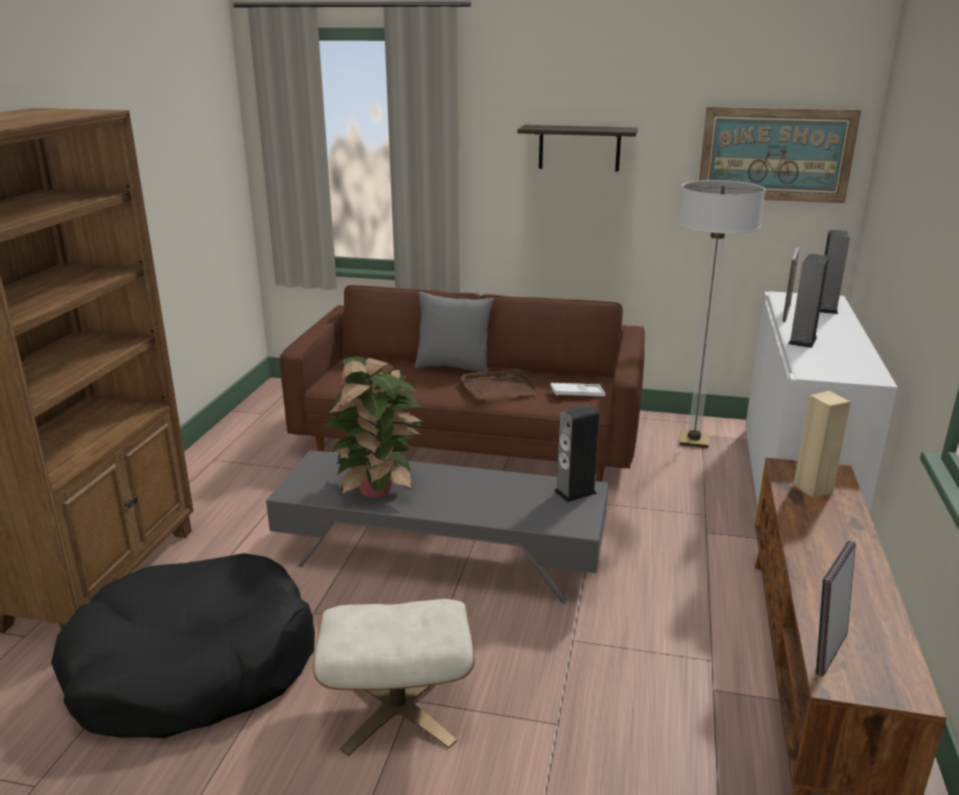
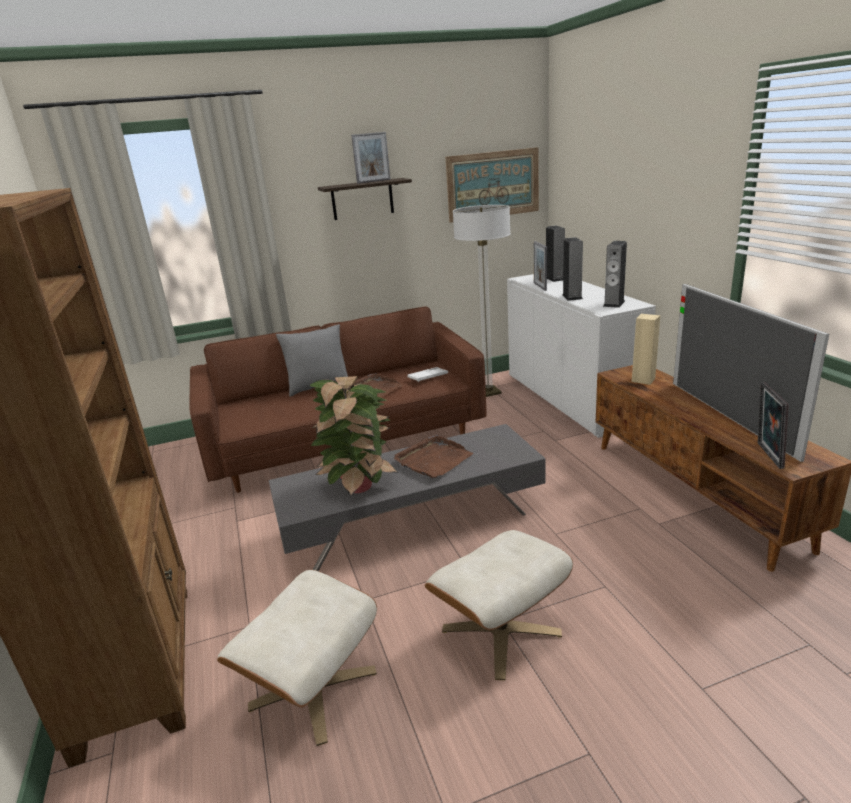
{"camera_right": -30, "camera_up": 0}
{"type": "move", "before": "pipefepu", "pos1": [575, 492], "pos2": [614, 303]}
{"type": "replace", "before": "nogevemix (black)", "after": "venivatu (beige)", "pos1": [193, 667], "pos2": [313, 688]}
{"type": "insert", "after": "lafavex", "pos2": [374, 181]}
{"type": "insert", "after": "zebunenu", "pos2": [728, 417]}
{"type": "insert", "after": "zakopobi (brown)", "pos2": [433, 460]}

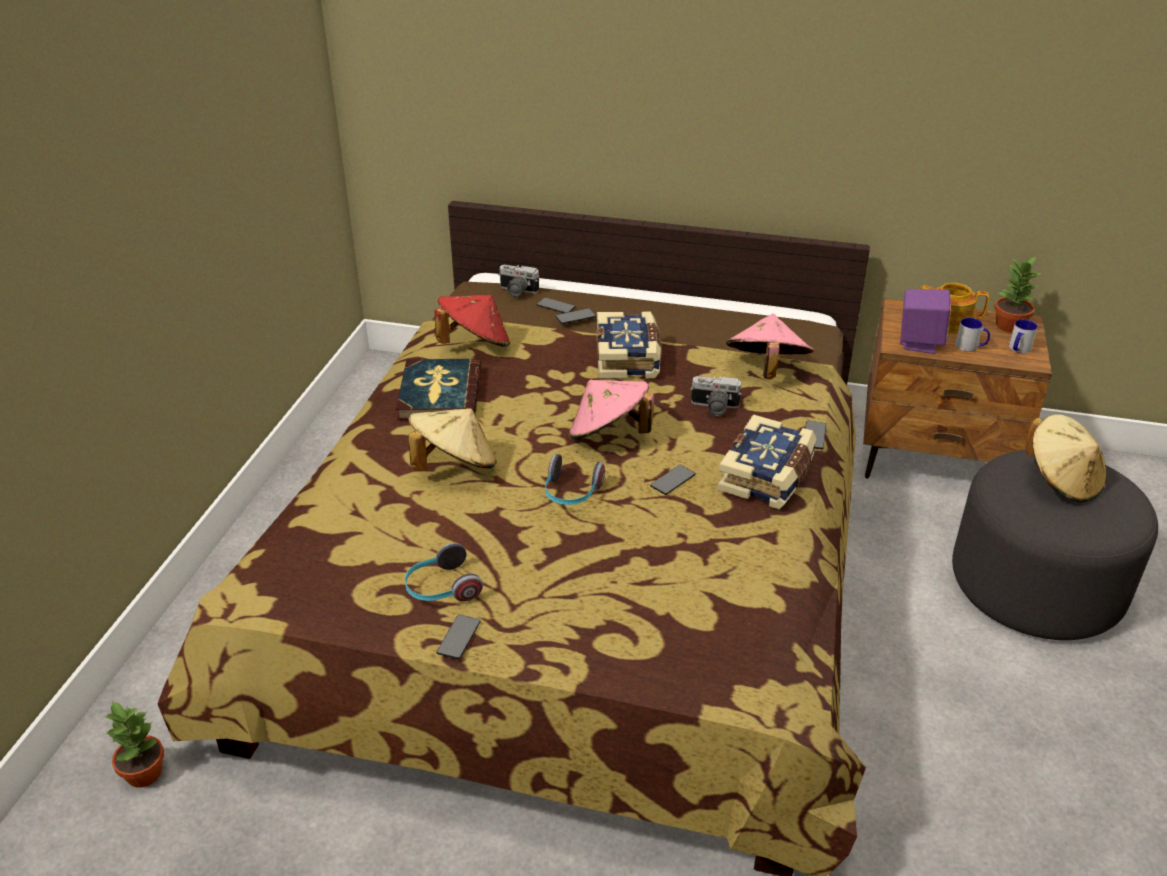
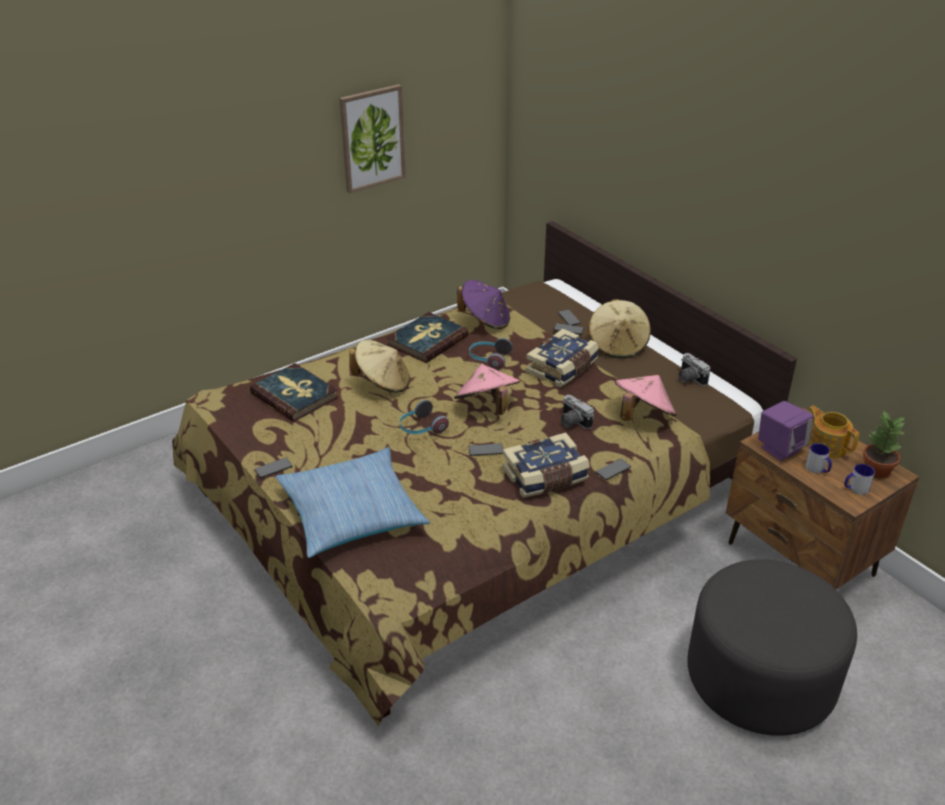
{"camera_right": 40, "camera_up": 0}
{"type": "move", "before": "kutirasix", "pos1": [516, 292], "pos2": [689, 378]}
{"type": "recolor", "before": "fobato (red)", "after": "fobato (purple)", "pos1": [475, 344], "pos2": [485, 320]}
{"type": "move", "before": "fobato (beige)", "pos1": [1061, 480], "pos2": [618, 345]}
{"type": "move", "before": "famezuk", "pos1": [441, 589], "pos2": [489, 359]}
{"type": "delete", "before": "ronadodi", "pos1": [143, 773]}
{"type": "insert", "after": "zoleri", "pos2": [372, 138]}
{"type": "insert", "after": "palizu", "pos2": [295, 395]}
{"type": "insert", "after": "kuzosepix", "pos2": [352, 512]}

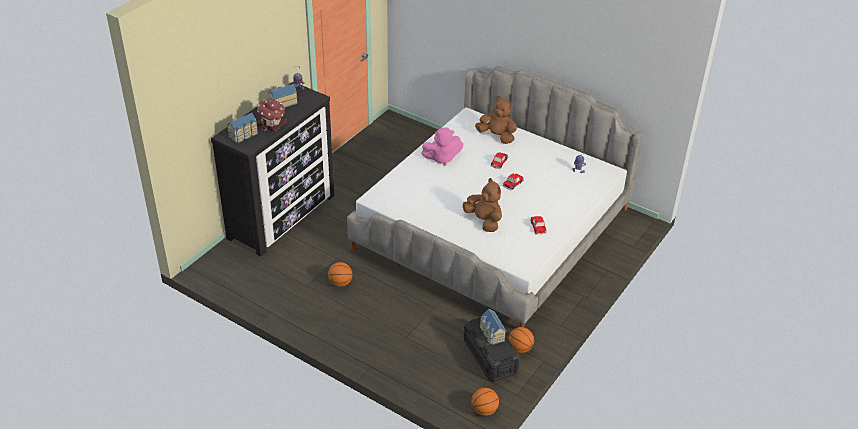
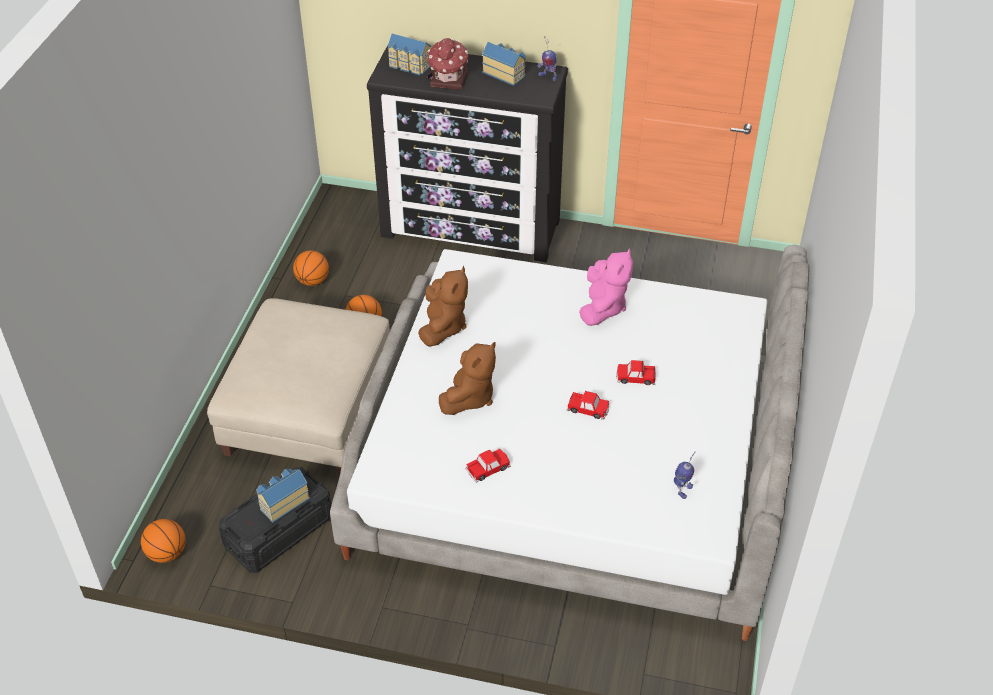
{"camera_right": 70, "camera_up": 5}
{"type": "move", "before": "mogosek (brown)", "pos1": [497, 136], "pos2": [443, 327]}
{"type": "rotate", "before": "mogosek (pink)", "pos1": [442, 158], "pos2": [603, 308], "turn": -135}
{"type": "move", "before": "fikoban", "pos1": [520, 348], "pos2": [312, 281]}
{"type": "insert", "after": "venivatu (beige)", "pos2": [309, 412]}

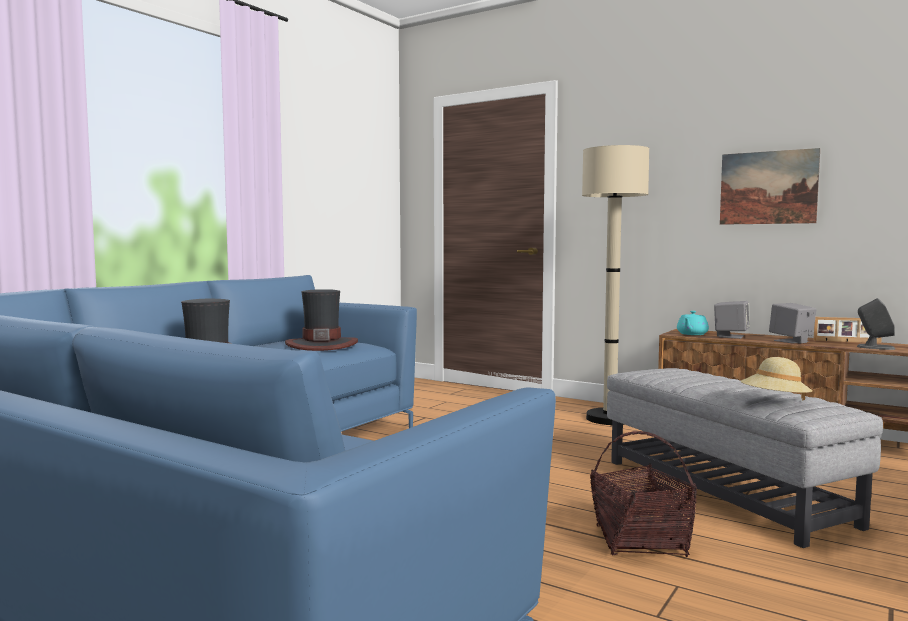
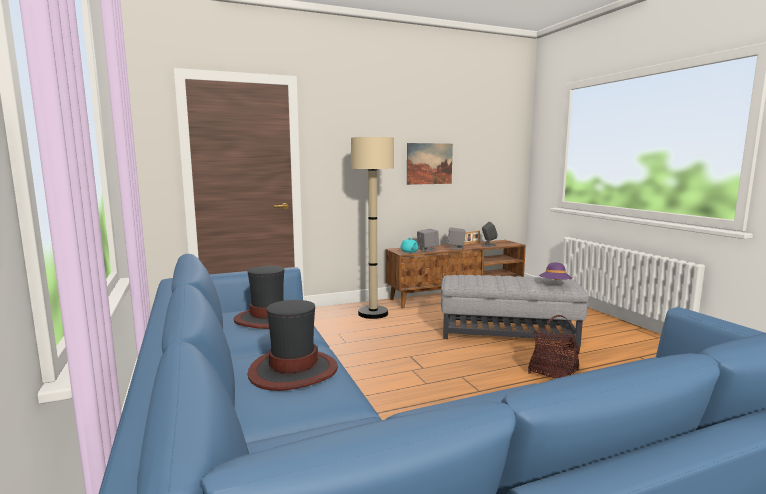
{"camera_right": -55, "camera_up": 5}
{"type": "recolor", "before": "fobato (beige)", "after": "fobato (purple)", "pos1": [775, 402], "pos2": [555, 284]}

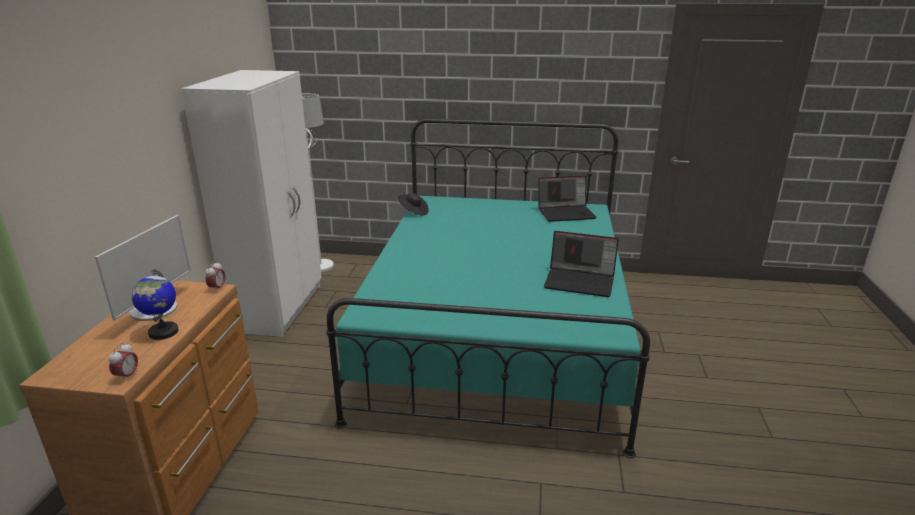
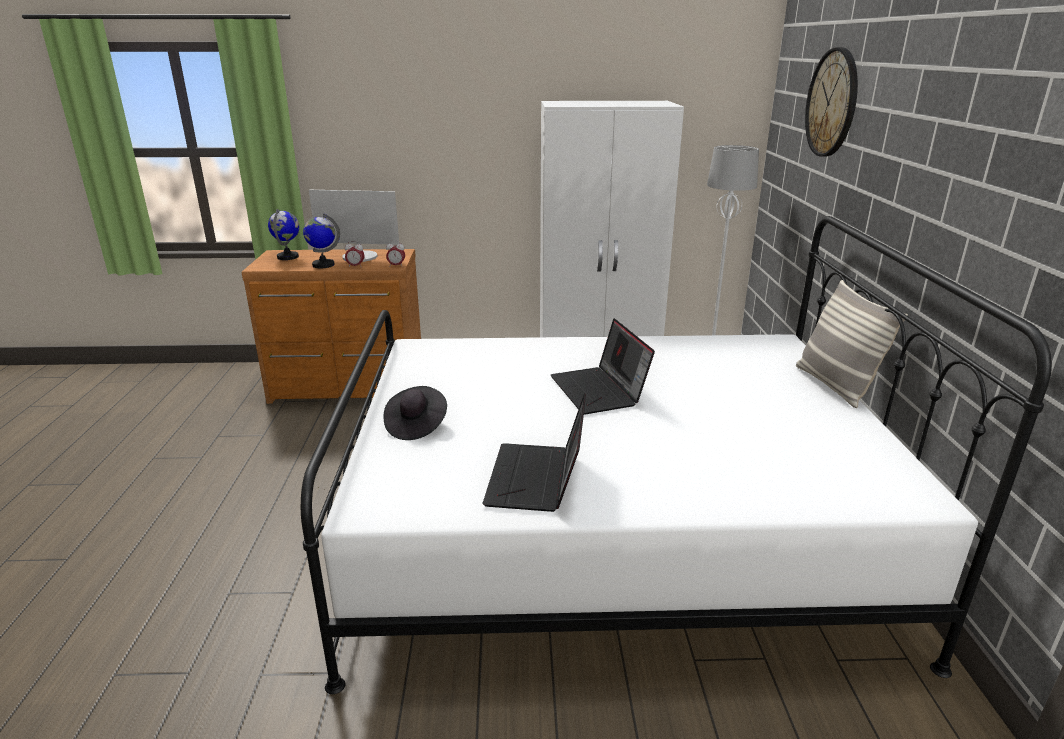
{"camera_right": 80, "camera_up": 0}
{"type": "recolor", "before": "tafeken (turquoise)", "after": "tafeken (white)", "pos1": [496, 334], "pos2": [610, 532]}
{"type": "move", "before": "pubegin", "pos1": [566, 213], "pos2": [600, 391]}
{"type": "move", "before": "fobato (black)", "pos1": [413, 212], "pos2": [416, 425]}
{"type": "move", "before": "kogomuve", "pos1": [127, 376], "pos2": [355, 266]}
{"type": "insert", "after": "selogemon", "pos2": [832, 103]}
{"type": "insert", "after": "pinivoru", "pos2": [288, 257]}
{"type": "insert", "after": "kuzosepix", "pos2": [835, 385]}

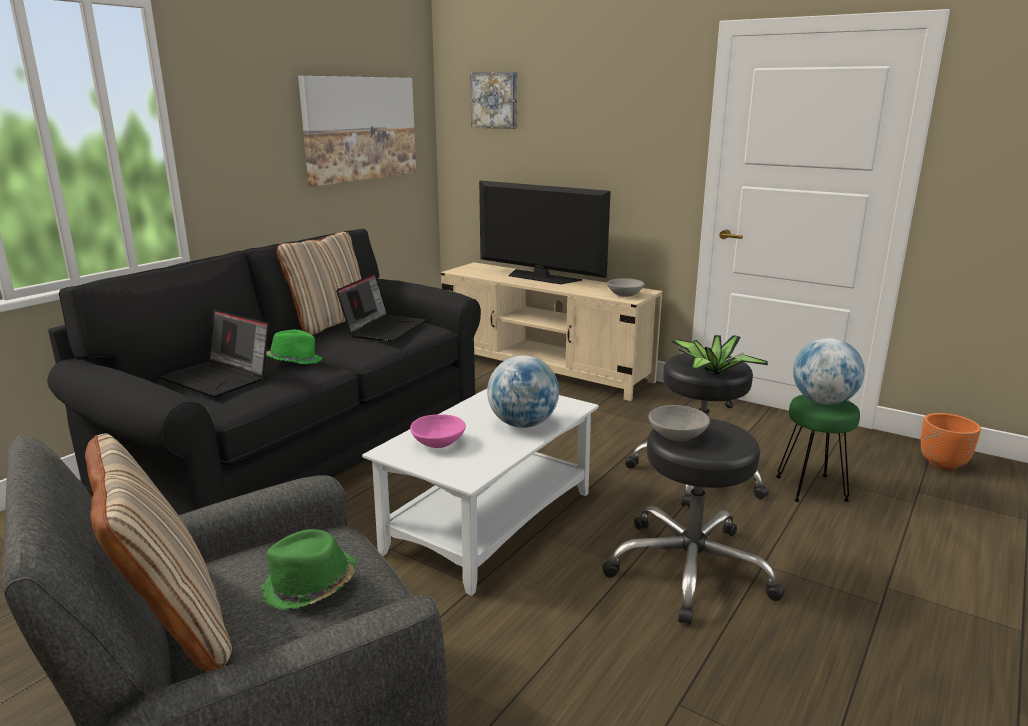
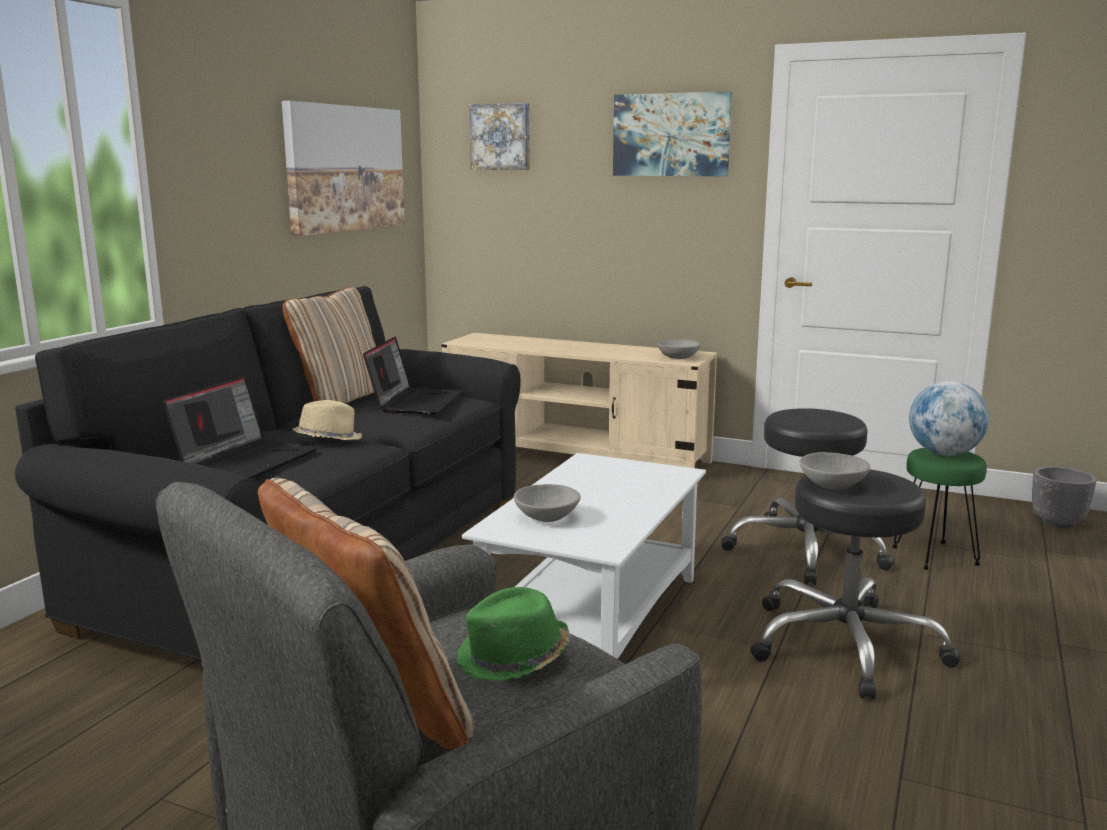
{"camera_right": -10, "camera_up": -5}
{"type": "delete", "before": "zebunenu", "pos1": [541, 277]}
{"type": "rotate", "before": "pubegin", "pos1": [220, 378], "pos2": [246, 461], "turn": -90}
{"type": "recolor", "before": "fobato (green)", "after": "fobato (beige)", "pos1": [294, 361], "pos2": [328, 439]}
{"type": "delete", "before": "ronadodi", "pos1": [712, 373]}
{"type": "delete", "before": "pinivoru", "pos1": [523, 424]}
{"type": "recolor", "before": "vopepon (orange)", "after": "vopepon (grey)", "pos1": [943, 464], "pos2": [1057, 522]}
{"type": "recolor", "before": "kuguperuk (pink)", "after": "kuguperuk (grey)", "pos1": [438, 443], "pos2": [547, 517]}
{"type": "insert", "after": "zoleri", "pos2": [671, 135]}

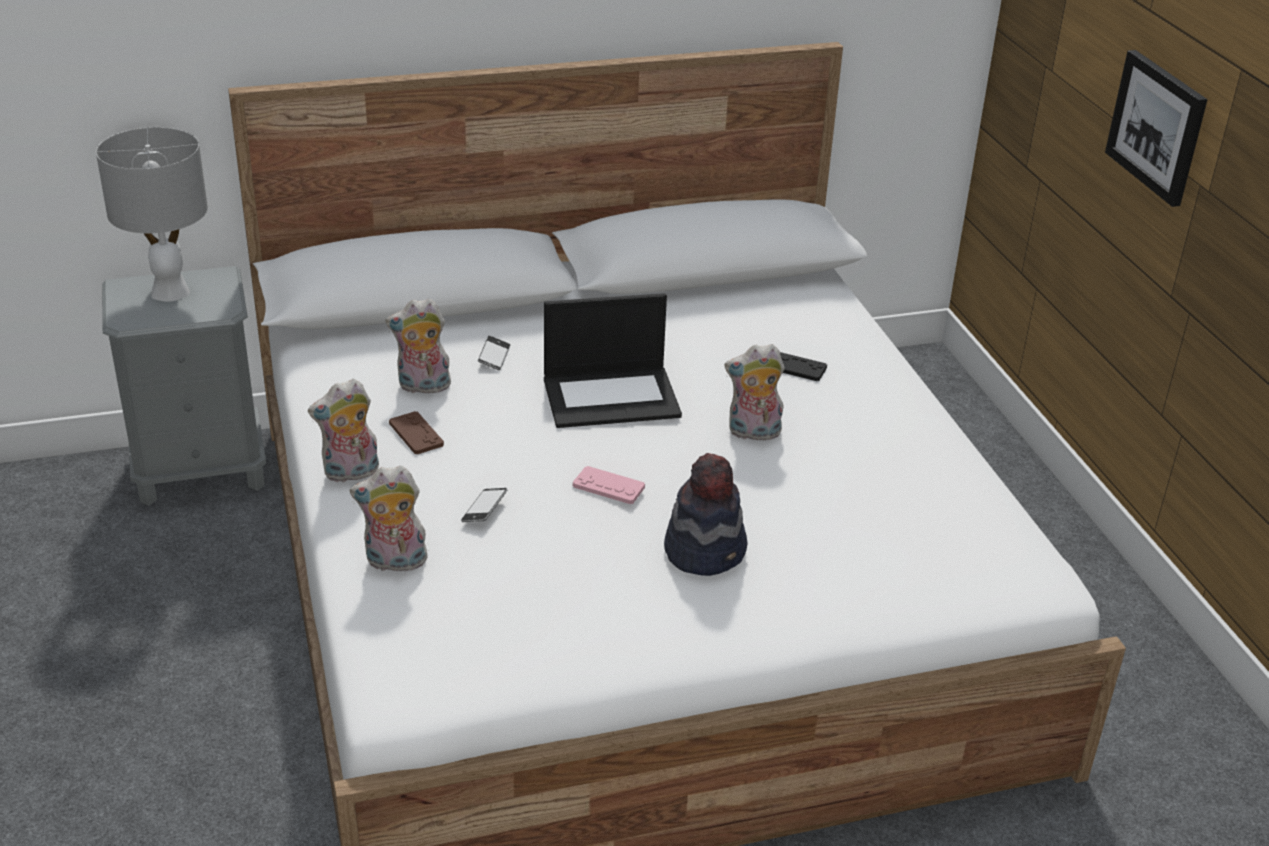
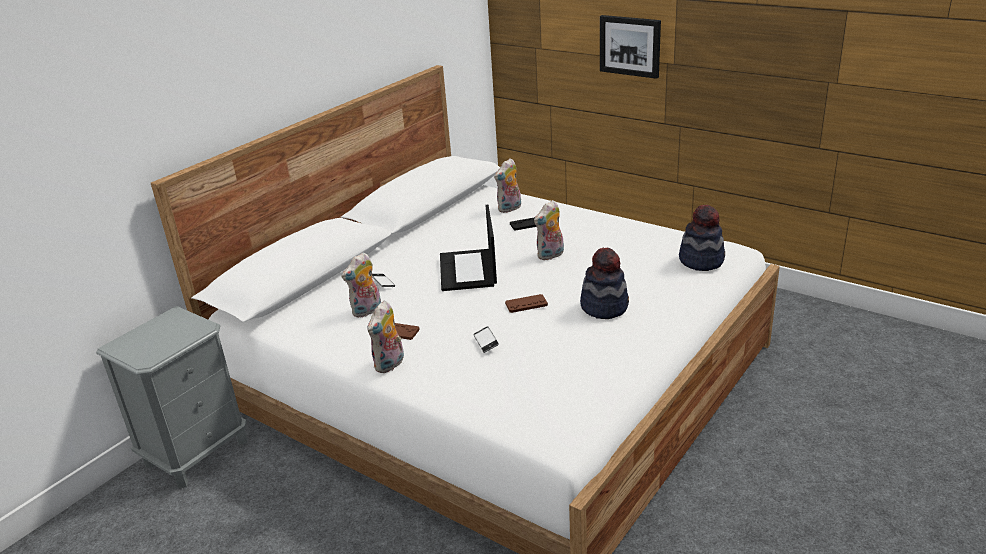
{"camera_right": -35, "camera_up": -5}
{"type": "delete", "before": "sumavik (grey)", "pos1": [170, 291]}
{"type": "rotate", "before": "pubegin", "pos1": [612, 396], "pos2": [468, 270], "turn": 135}
{"type": "move", "before": "mogosek", "pos1": [394, 563], "pos2": [510, 209]}
{"type": "recolor", "before": "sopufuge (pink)", "after": "sopufuge (brown)", "pos1": [608, 486], "pos2": [526, 304]}
{"type": "insert", "after": "fobato", "pos2": [701, 260]}

